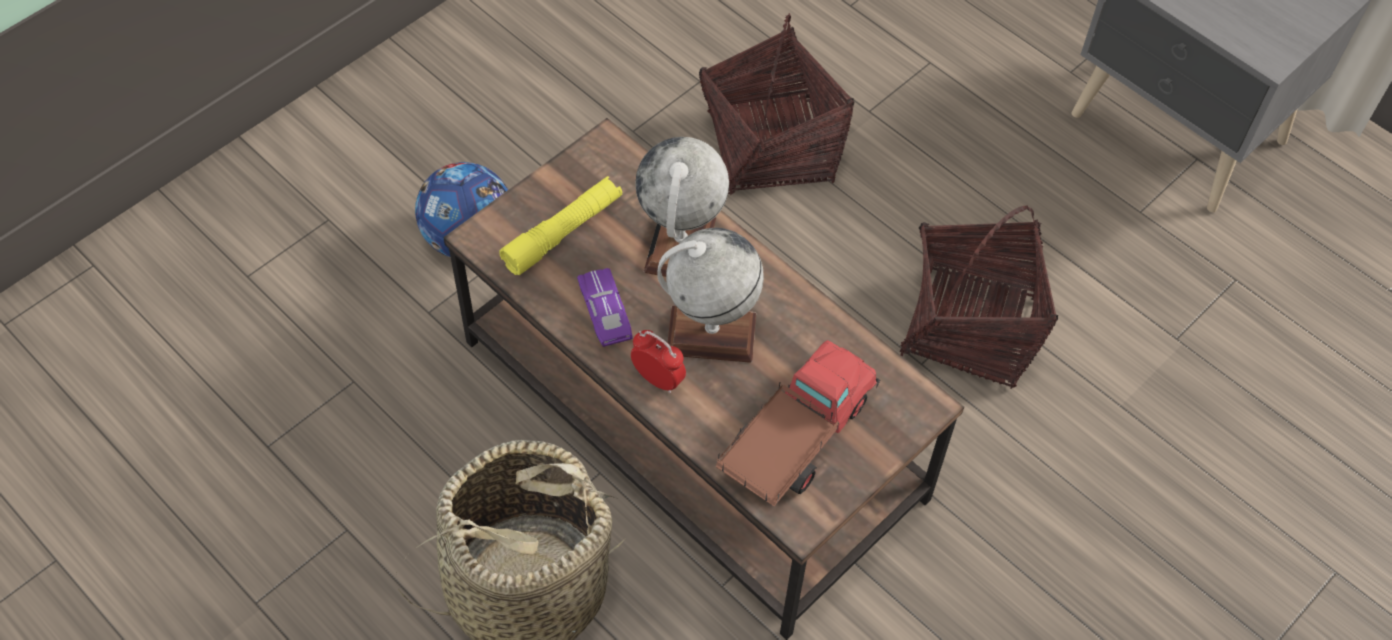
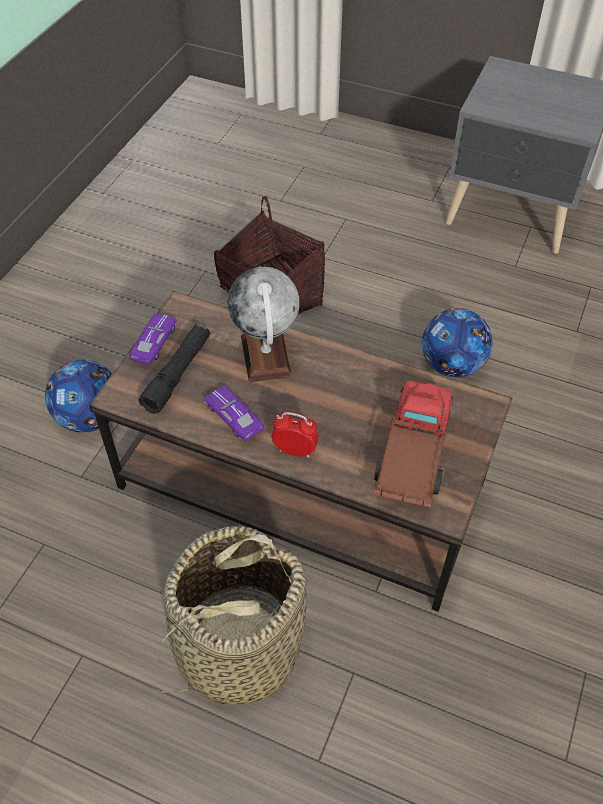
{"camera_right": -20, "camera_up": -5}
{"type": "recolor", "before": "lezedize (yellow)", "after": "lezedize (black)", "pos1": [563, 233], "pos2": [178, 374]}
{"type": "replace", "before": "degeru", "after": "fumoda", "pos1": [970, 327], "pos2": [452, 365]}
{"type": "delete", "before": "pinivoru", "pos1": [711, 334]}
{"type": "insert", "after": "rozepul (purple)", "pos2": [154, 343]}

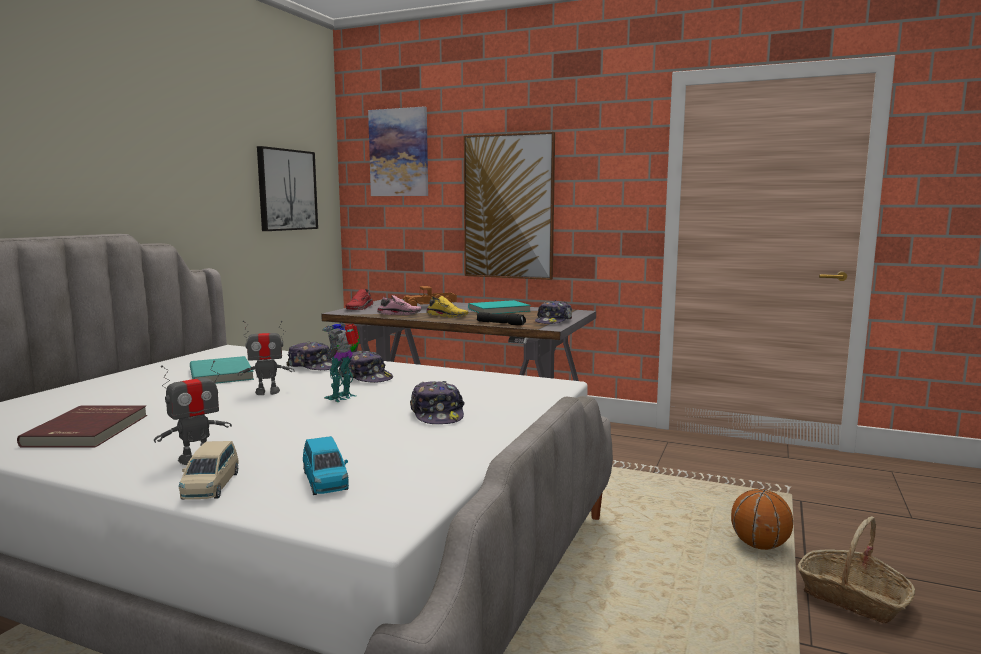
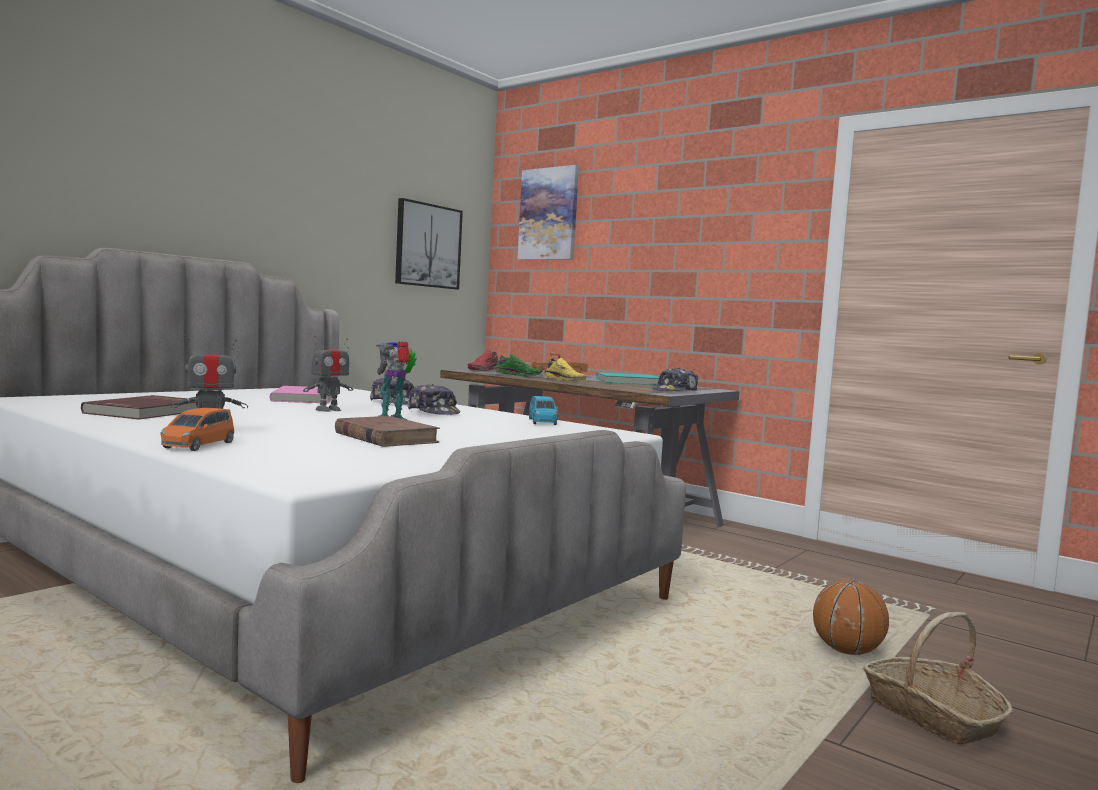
{"camera_right": 15, "camera_up": -5}
{"type": "delete", "before": "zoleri", "pos1": [509, 207]}
{"type": "recolor", "before": "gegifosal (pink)", "after": "gegifosal (green)", "pos1": [399, 314], "pos2": [517, 375]}
{"type": "delete", "before": "lezedize (black)", "pos1": [501, 323]}
{"type": "rotate", "before": "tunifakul", "pos1": [267, 392], "pos2": [328, 410], "turn": -45}
{"type": "recolor", "before": "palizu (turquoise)", "after": "palizu (pink)", "pos1": [223, 374], "pos2": [305, 398]}
{"type": "delete", "before": "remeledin", "pos1": [437, 414]}
{"type": "move", "before": "rozepul (blue)", "pos1": [325, 481], "pos2": [542, 422]}
{"type": "recolor", "before": "rozepul (beige)", "after": "rozepul (orange)", "pos1": [210, 486], "pos2": [198, 445]}
{"type": "insert", "after": "palizu (brown)", "pos2": [386, 437]}

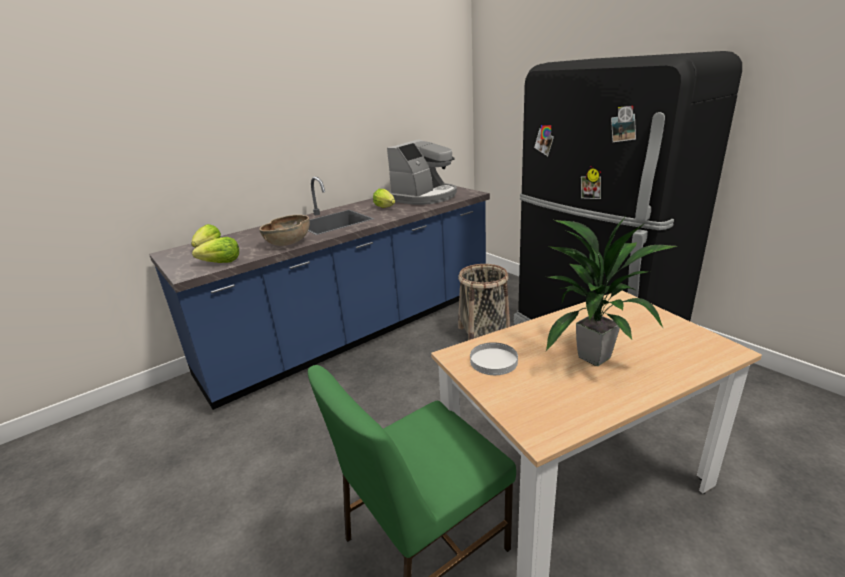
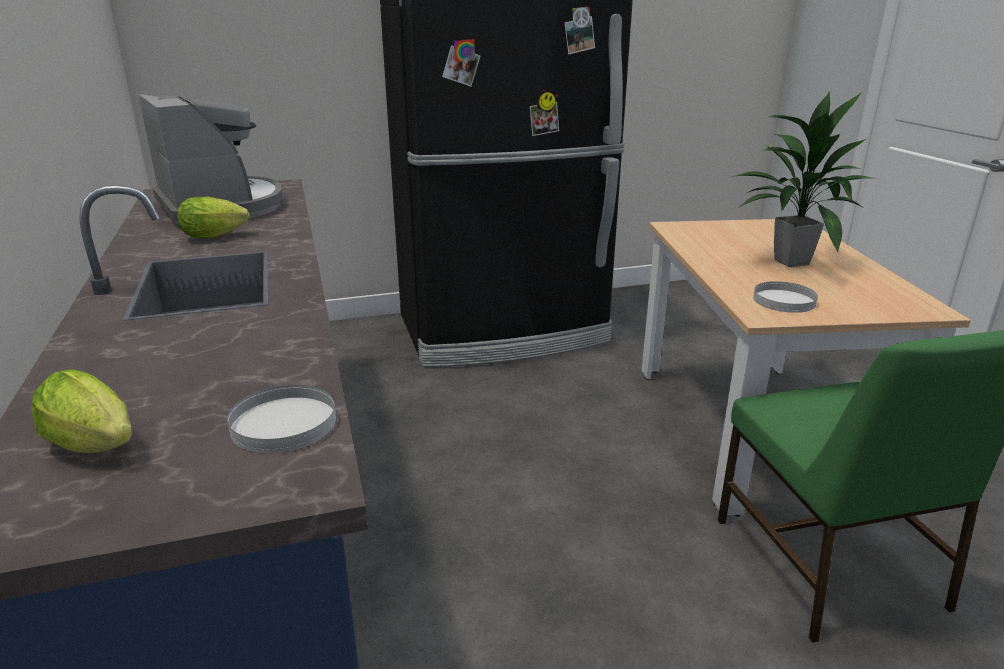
{"camera_right": -70, "camera_up": 0}
{"type": "delete", "before": "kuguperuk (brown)", "pos1": [289, 243]}
{"type": "replace", "before": "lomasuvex", "after": "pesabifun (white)", "pos1": [221, 262], "pos2": [284, 423]}
{"type": "delete", "before": "degeru", "pos1": [484, 334]}

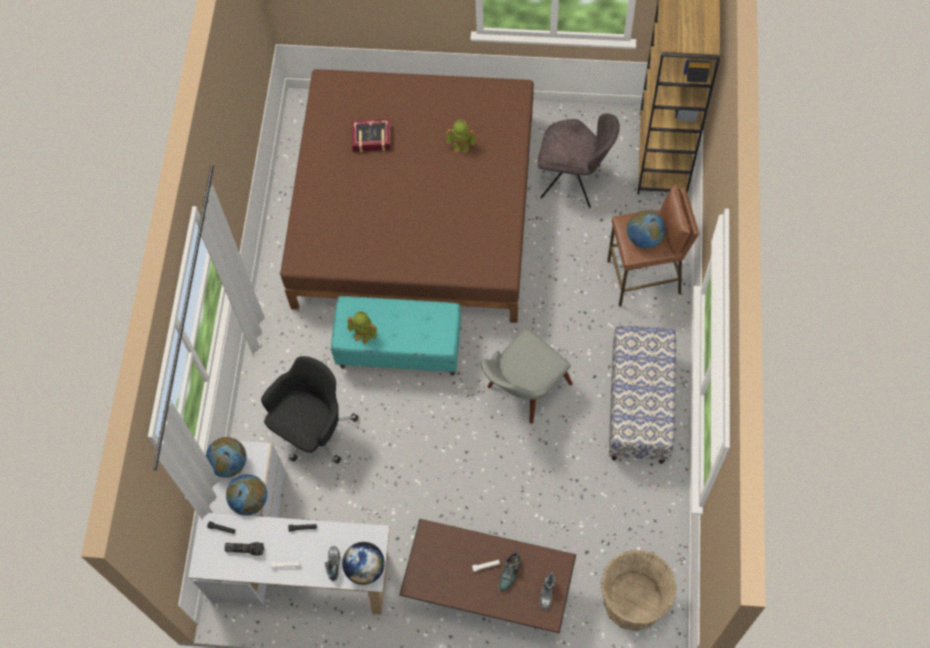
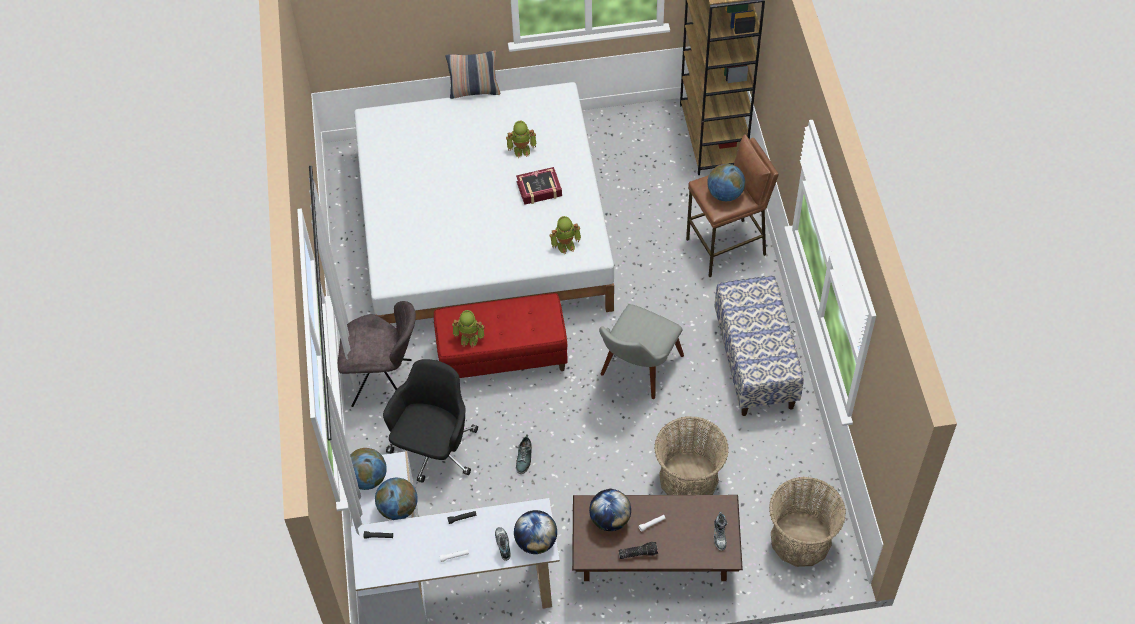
{"camera_right": -15, "camera_up": -10}
{"type": "recolor", "before": "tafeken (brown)", "after": "tafeken (white)", "pos1": [416, 210], "pos2": [484, 229]}
{"type": "move", "before": "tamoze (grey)", "pos1": [573, 182], "pos2": [385, 383]}
{"type": "move", "before": "palizu", "pos1": [371, 138], "pos2": [539, 189]}
{"type": "recolor", "before": "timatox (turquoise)", "after": "timatox (red)", "pos1": [400, 348], "pos2": [503, 357]}
{"type": "move", "before": "lezedize", "pos1": [245, 549], "pos2": [638, 553]}
{"type": "move", "before": "gegifosal", "pos1": [510, 573], "pos2": [524, 458]}
{"type": "insert", "after": "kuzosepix", "pos2": [474, 91]}
{"type": "insert", "after": "tunifakul", "pos2": [565, 244]}
{"type": "insert", "after": "degeru", "pos2": [688, 478]}
{"type": "insert", "after": "pinivoru", "pos2": [610, 519]}

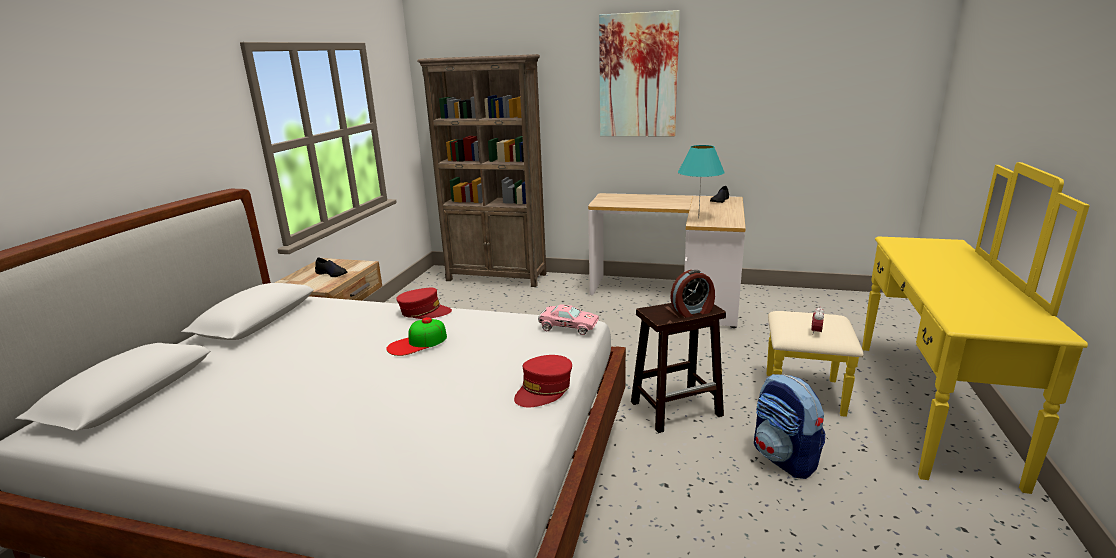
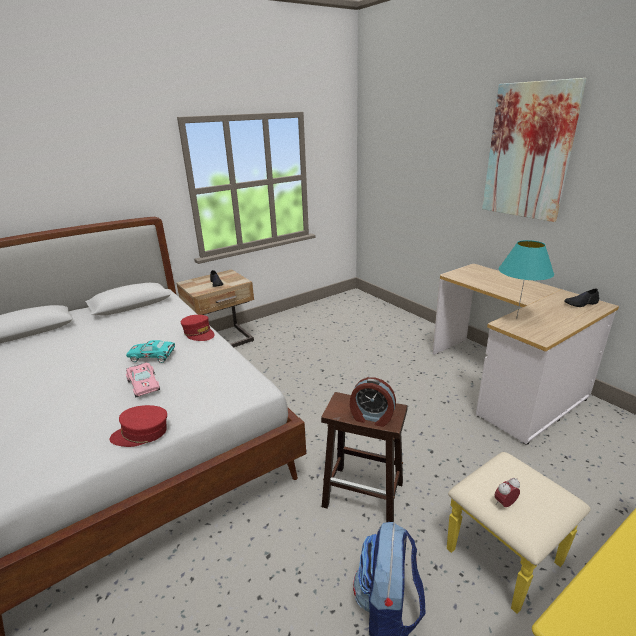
{"camera_right": 40, "camera_up": 5}
{"type": "delete", "before": "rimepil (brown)", "pos1": [497, 277]}
{"type": "move", "before": "rozepul (pink)", "pos1": [566, 326], "pos2": [144, 384]}
{"type": "replace", "before": "remeledin", "after": "rozepul (turquoise)", "pos1": [417, 343], "pos2": [154, 356]}

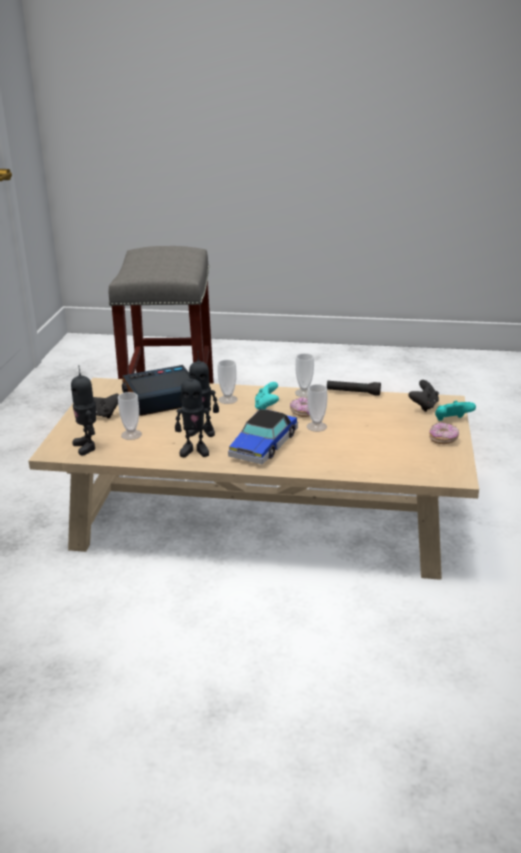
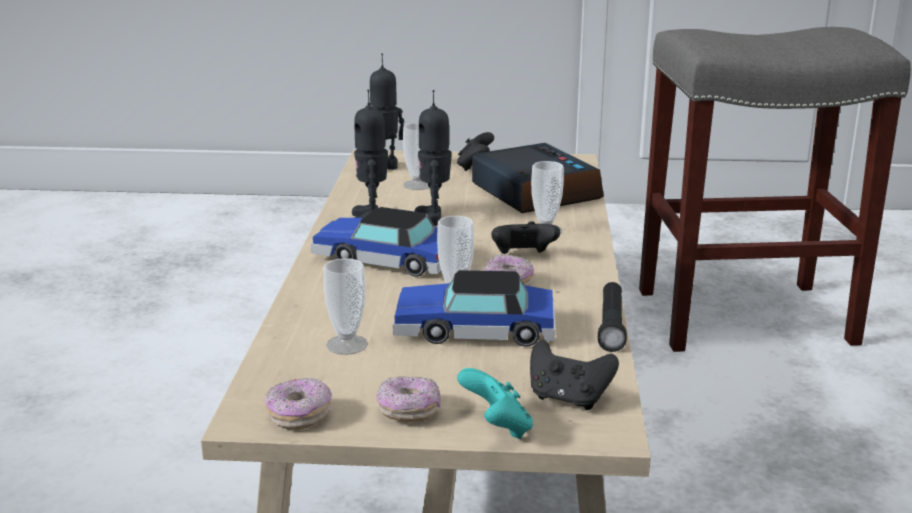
{"camera_right": 85, "camera_up": -5}
{"type": "move", "before": "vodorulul", "pos1": [304, 393], "pos2": [347, 345]}
{"type": "recolor", "before": "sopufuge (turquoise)", "after": "sopufuge (black)", "pos1": [266, 407], "pos2": [523, 257]}
{"type": "insert", "after": "rozepul", "pos2": [475, 329]}
{"type": "insert", "after": "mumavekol", "pos2": [299, 416]}

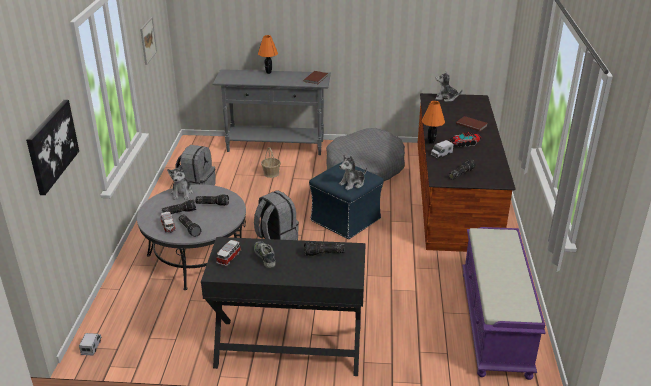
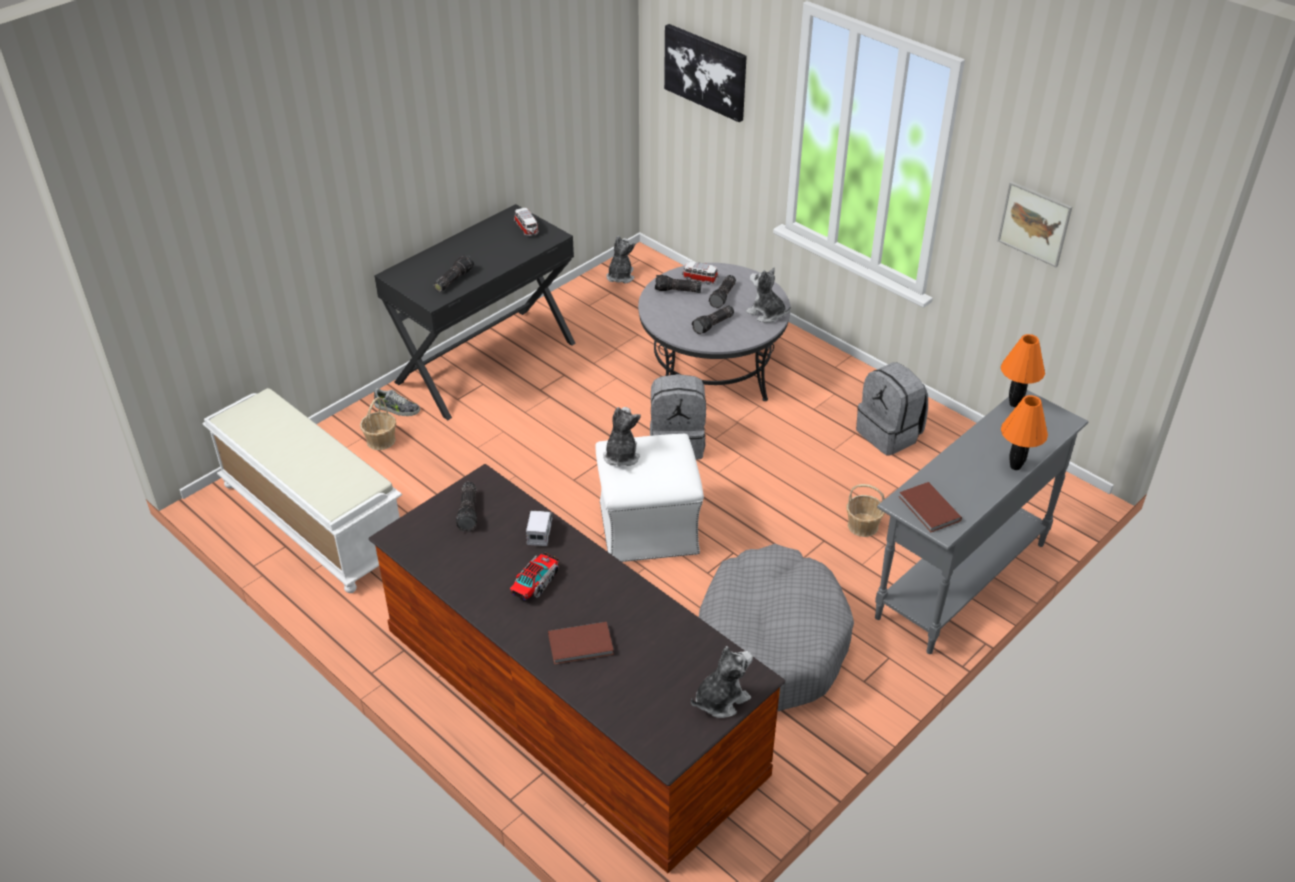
{"camera_right": 130, "camera_up": 10}
{"type": "move", "before": "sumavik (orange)", "pos1": [431, 142], "pos2": [1014, 404]}
{"type": "recolor", "before": "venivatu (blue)", "after": "venivatu (white)", "pos1": [346, 220], "pos2": [647, 528]}
{"type": "recolor", "before": "timatox (purple)", "after": "timatox (white)", "pos1": [496, 323], "pos2": [311, 520]}
{"type": "move", "before": "gegifosal", "pos1": [265, 257], "pos2": [397, 409]}
{"type": "delete", "before": "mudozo", "pos1": [91, 347]}
{"type": "insert", "after": "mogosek", "pos2": [620, 276]}
{"type": "insert", "after": "degeru", "pos2": [381, 440]}

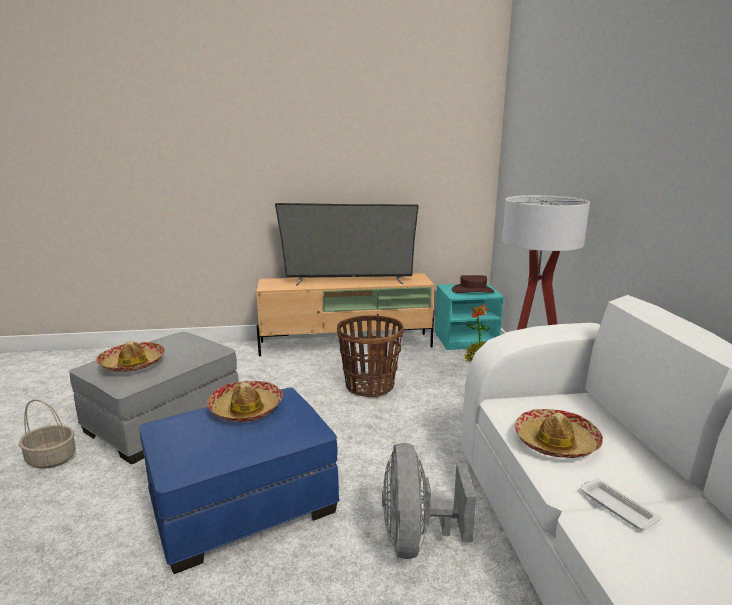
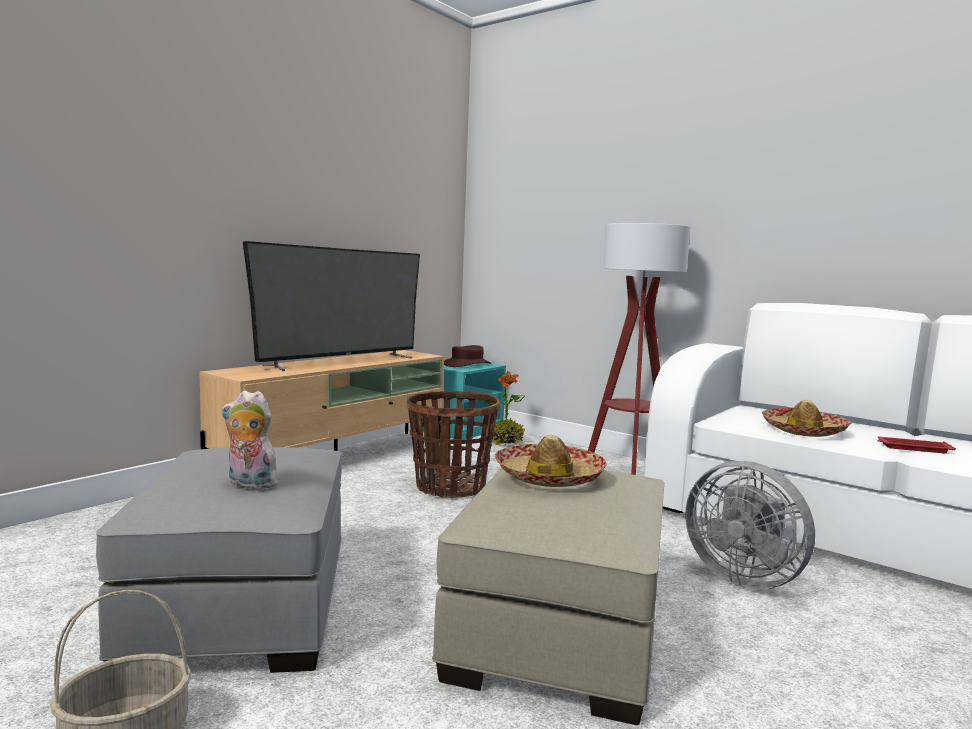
{"camera_right": -45, "camera_up": -10}
{"type": "replace", "before": "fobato", "after": "mogosek", "pos1": [132, 364], "pos2": [249, 484]}
{"type": "recolor", "before": "venivatu (blue)", "after": "venivatu (beige)", "pos1": [241, 505], "pos2": [558, 631]}
{"type": "recolor", "before": "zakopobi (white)", "after": "zakopobi (red)", "pos1": [616, 507], "pos2": [913, 448]}

